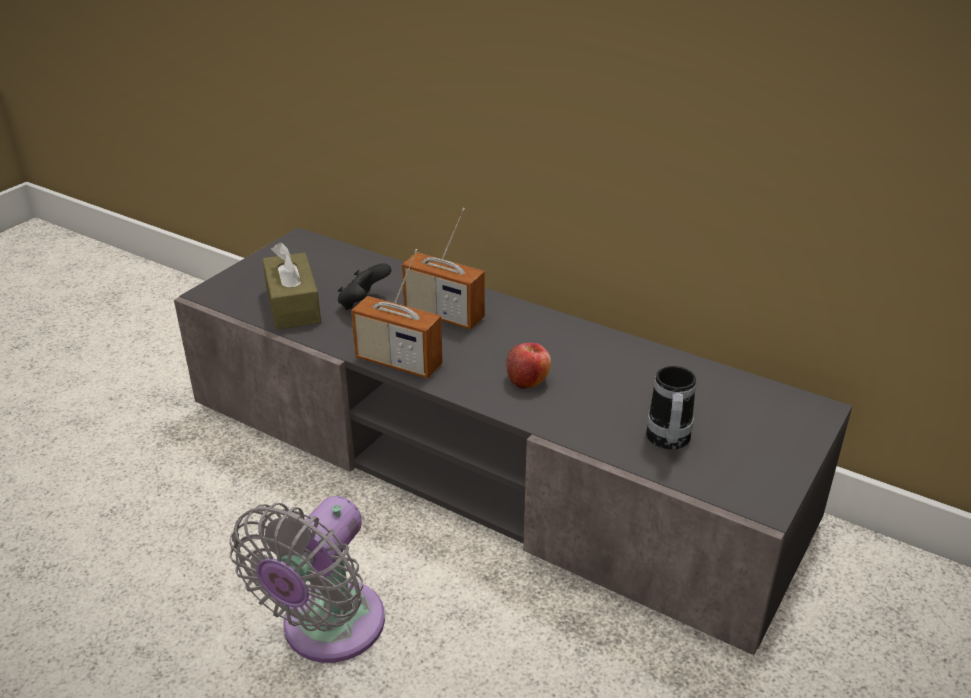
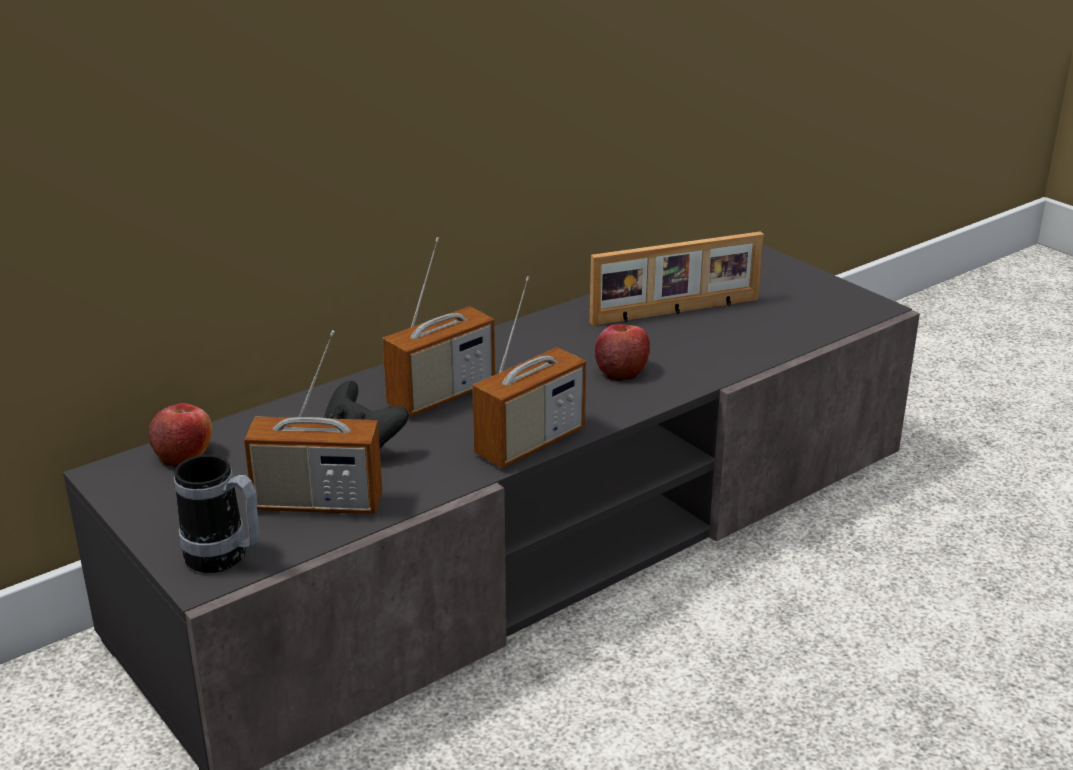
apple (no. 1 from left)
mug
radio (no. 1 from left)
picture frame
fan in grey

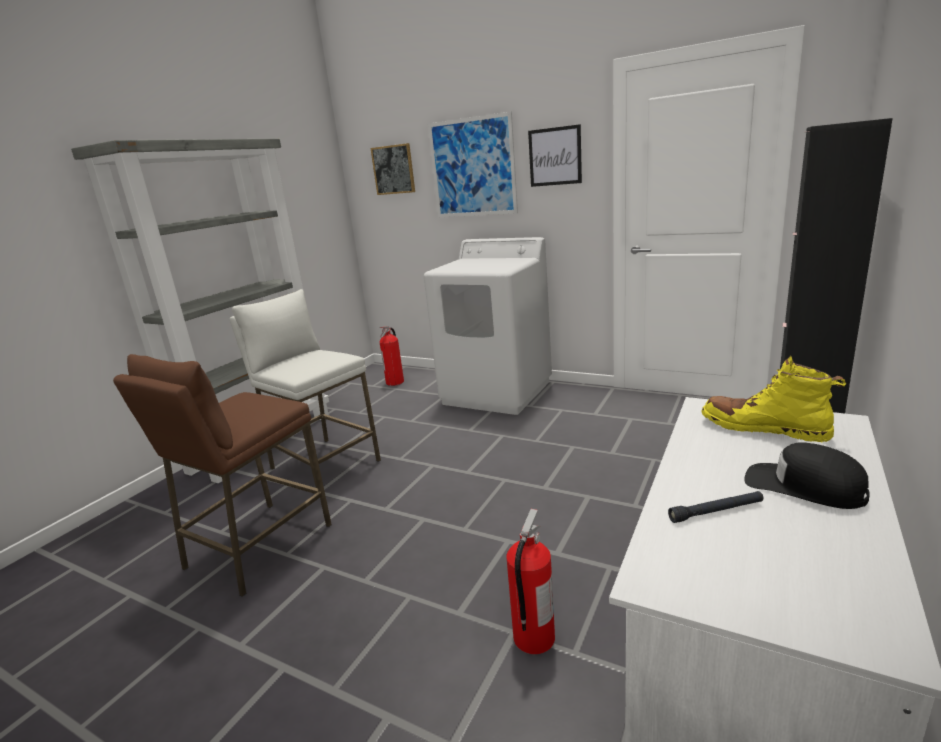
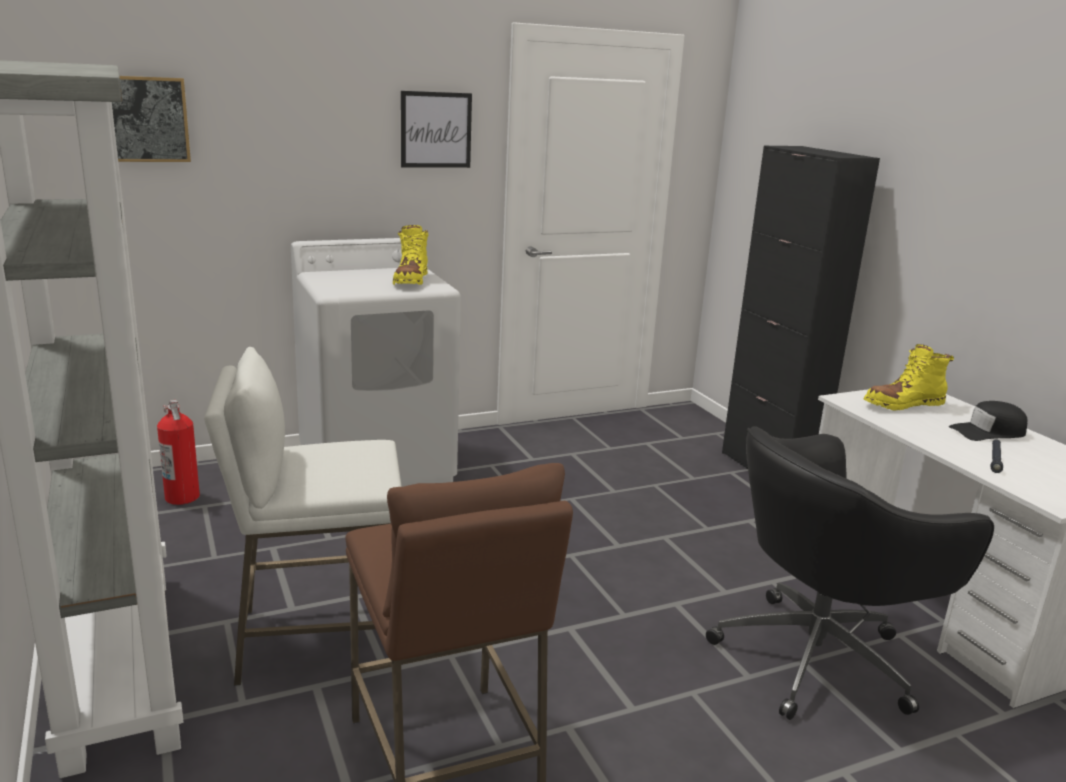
boot in yellow (no. 1 from left)
office chair in black
picture (no. 2 from left in the first image)

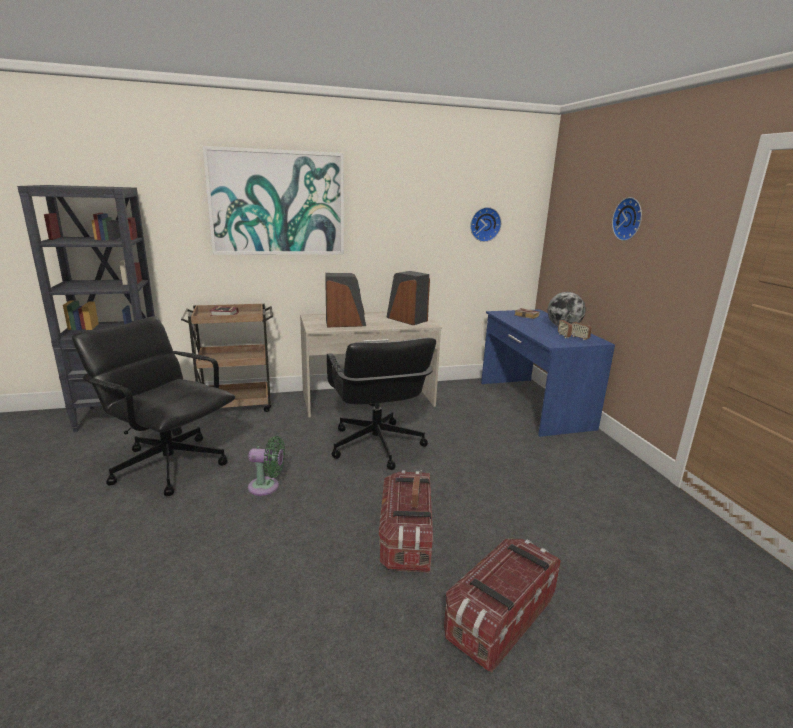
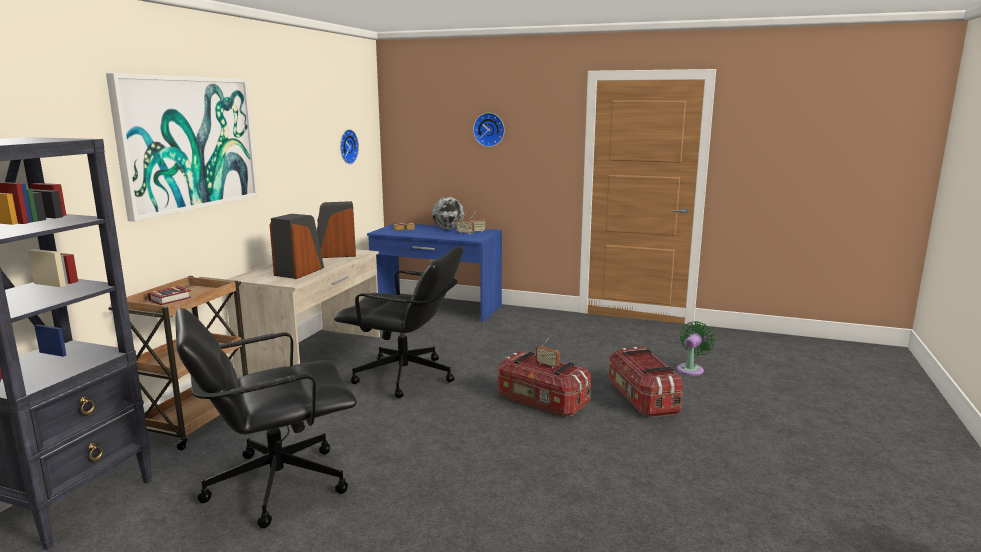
fan in green

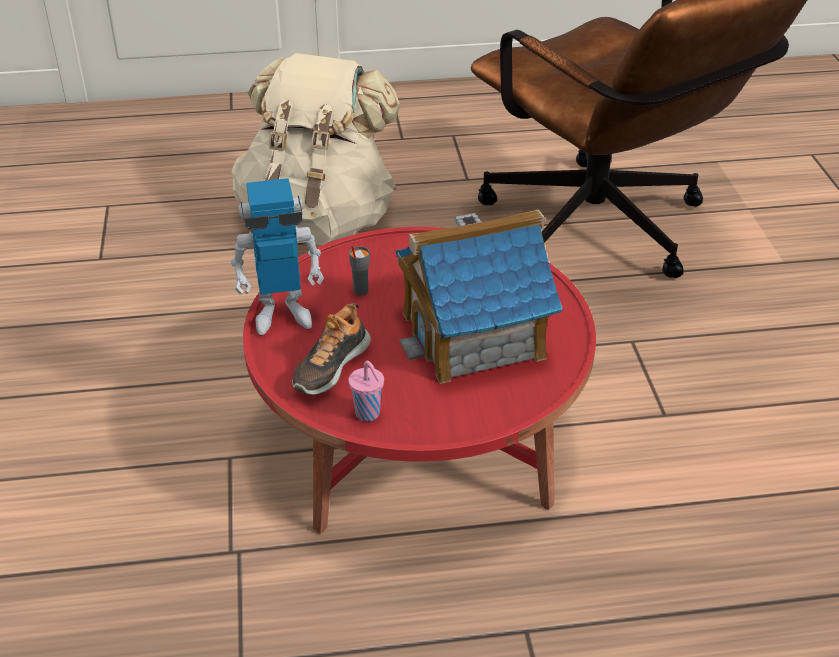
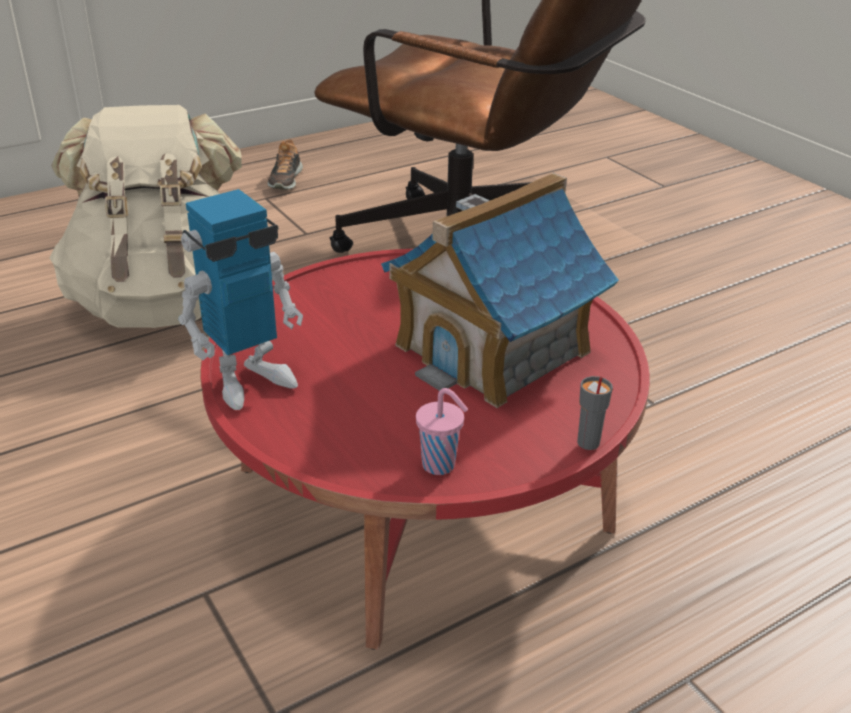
shoe
cup in grey

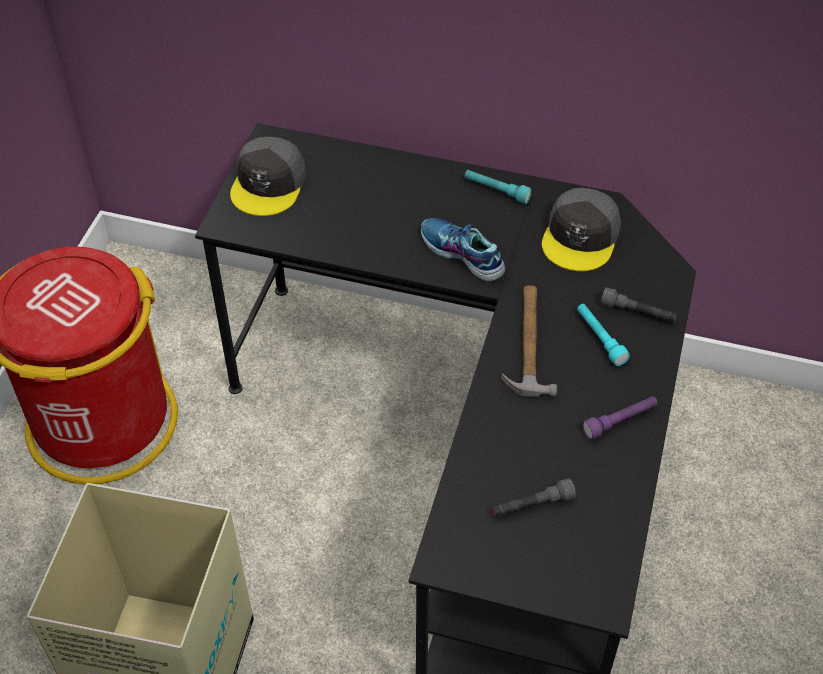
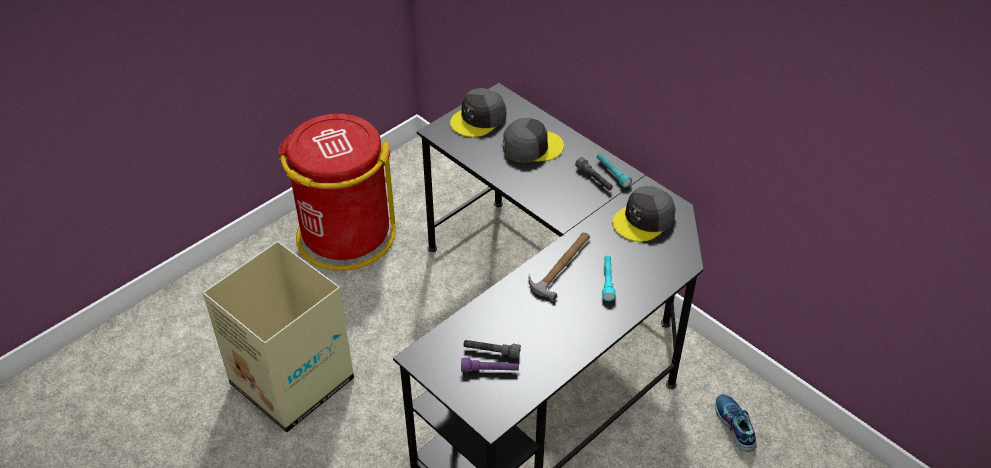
flashlight in purple
cap in grey (no. 2 from left)
flashlight in grey (no. 2 from left)
shoe

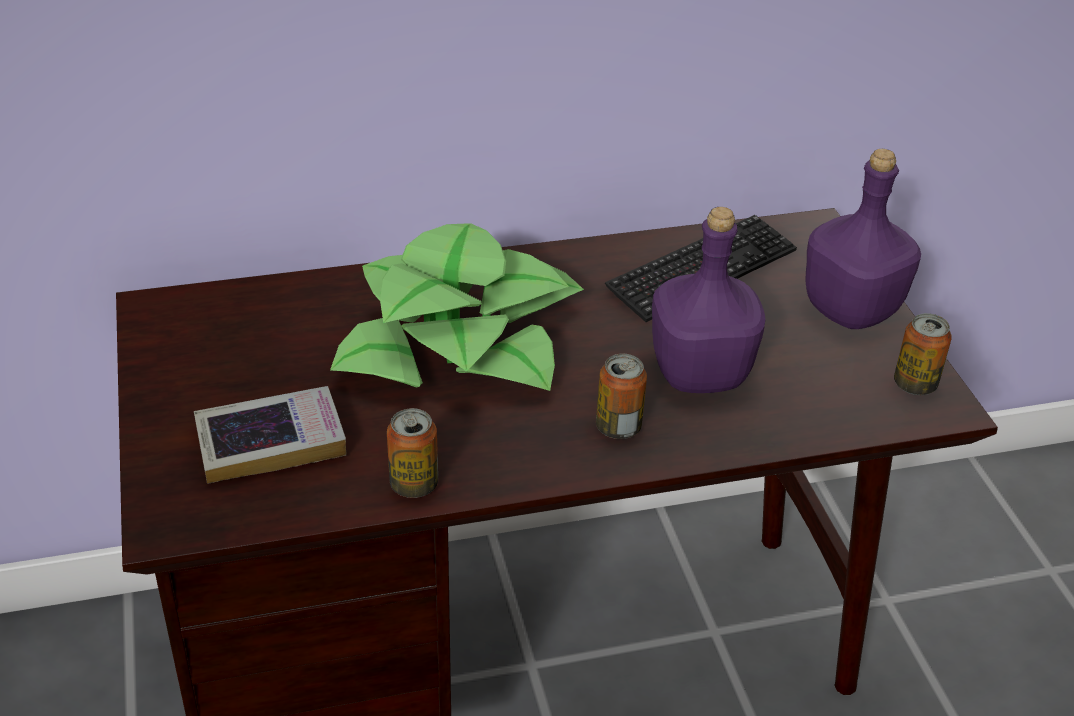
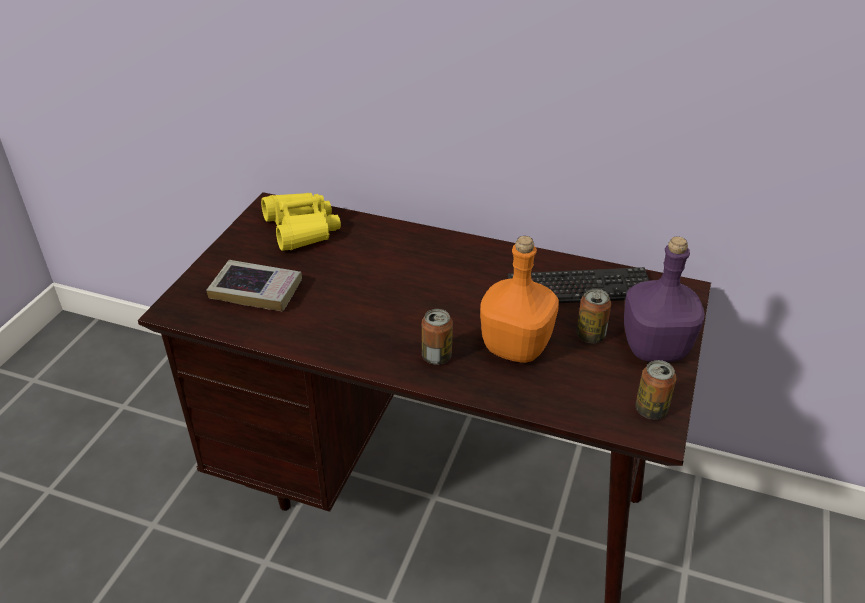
binoculars in yellow
bottle in orange
can (no. 2 from left)
potted plant

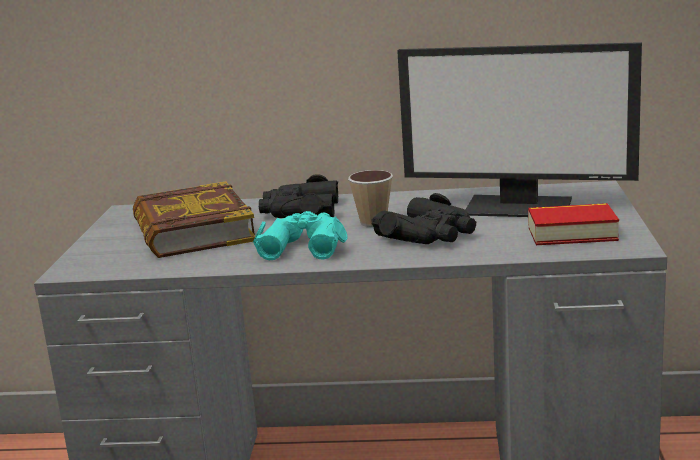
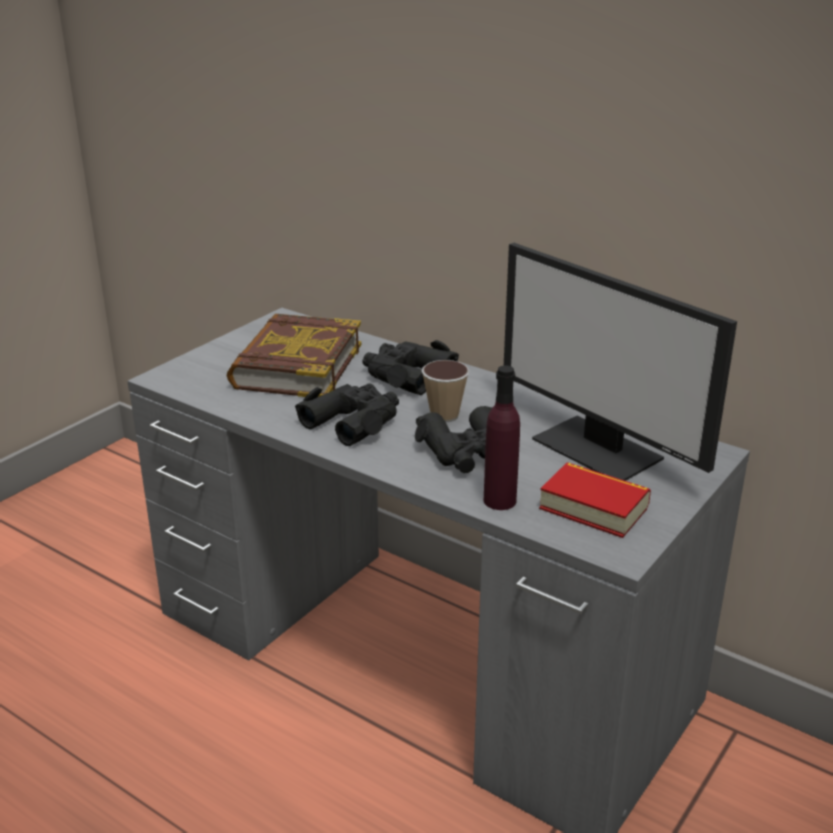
binoculars in black (no. 1 from left)
bottle in purple

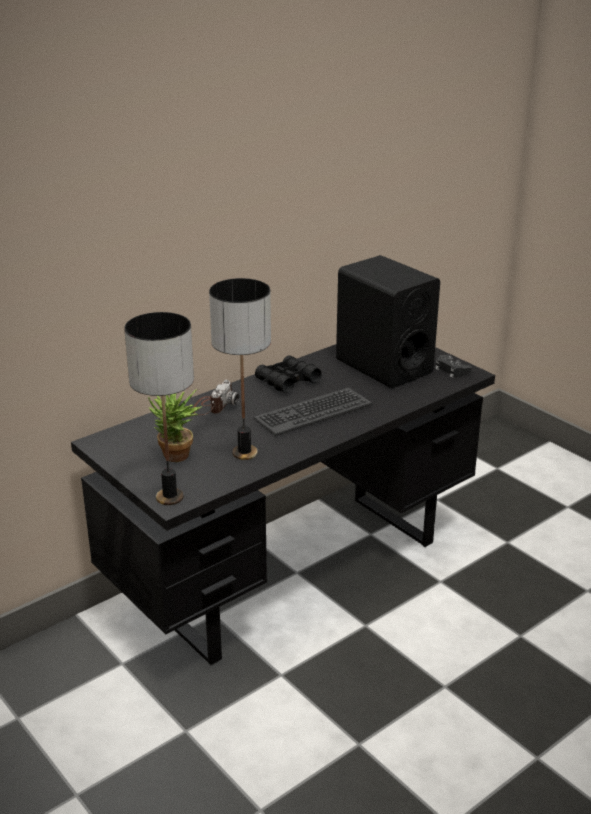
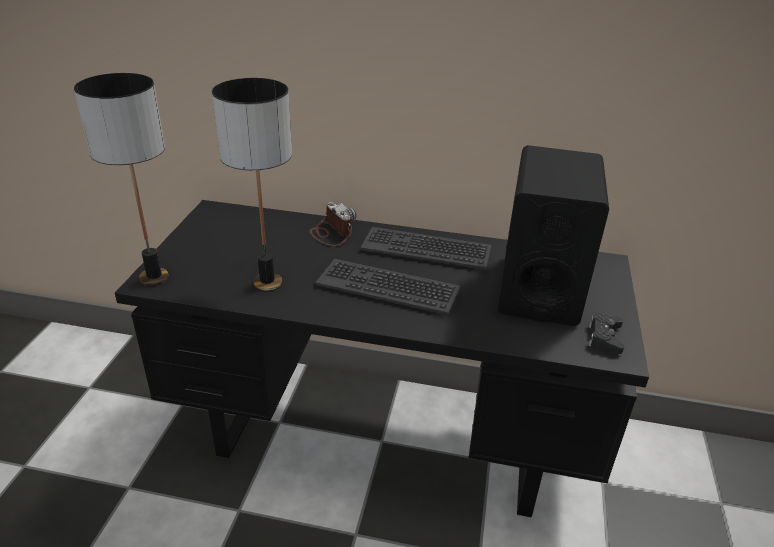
photo camera
keyboard (no. 2 from left)
potted plant

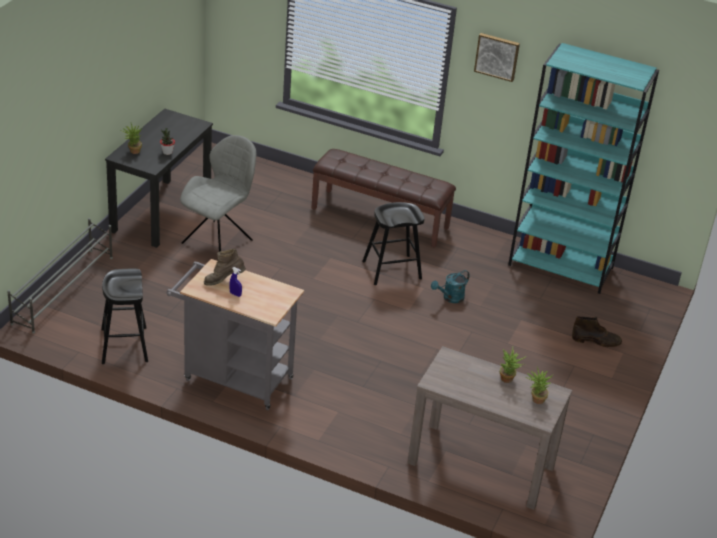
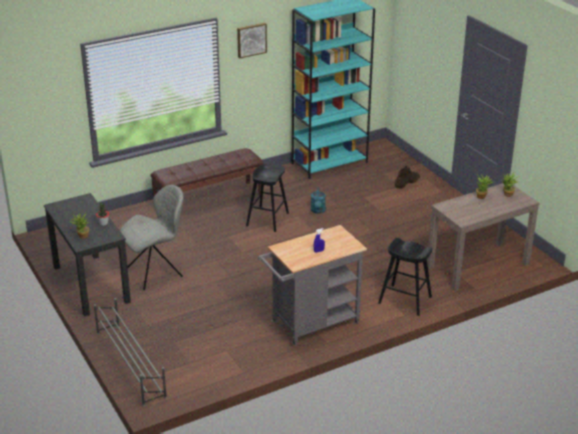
chair in grey
stool in black (no. 2 from left)
boot in brown (no. 1 from left in the first image)

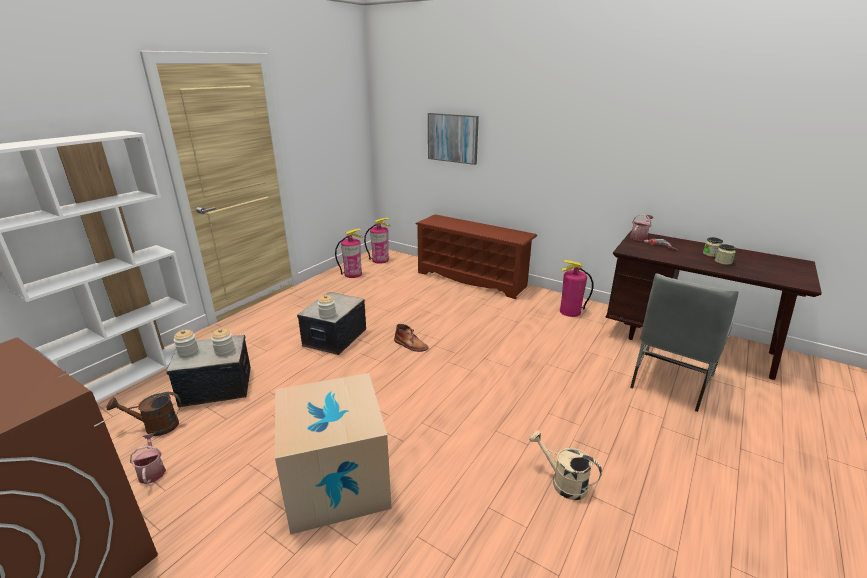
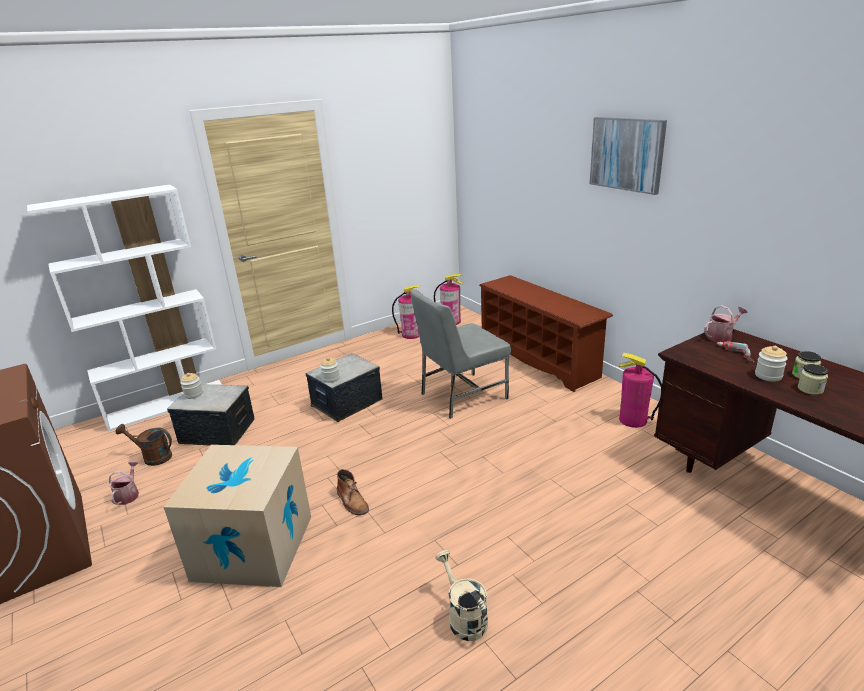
boot in brown
chair in grey
picture
jar (no. 3 from left)

